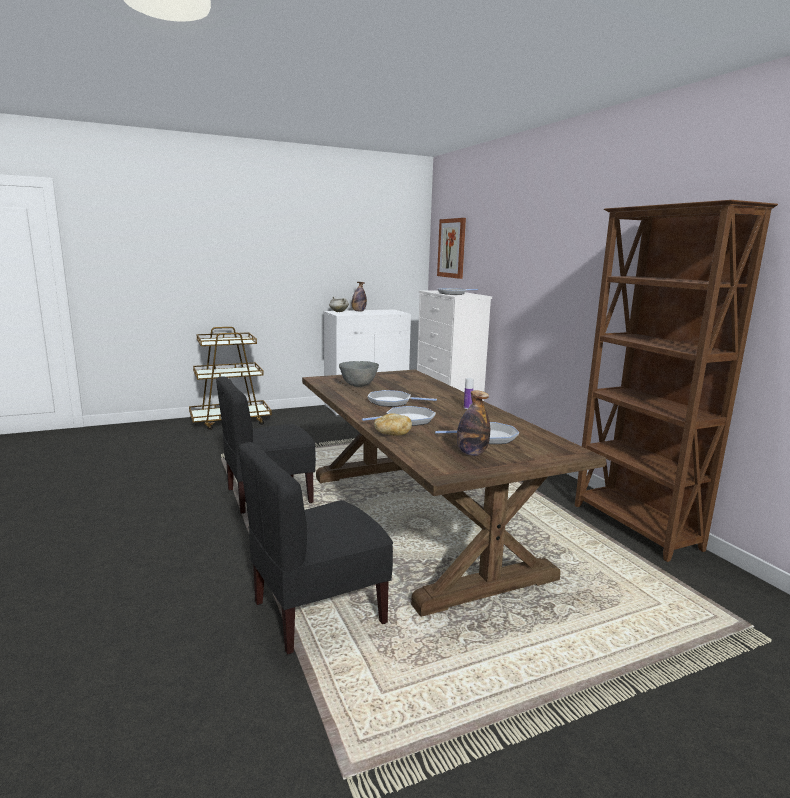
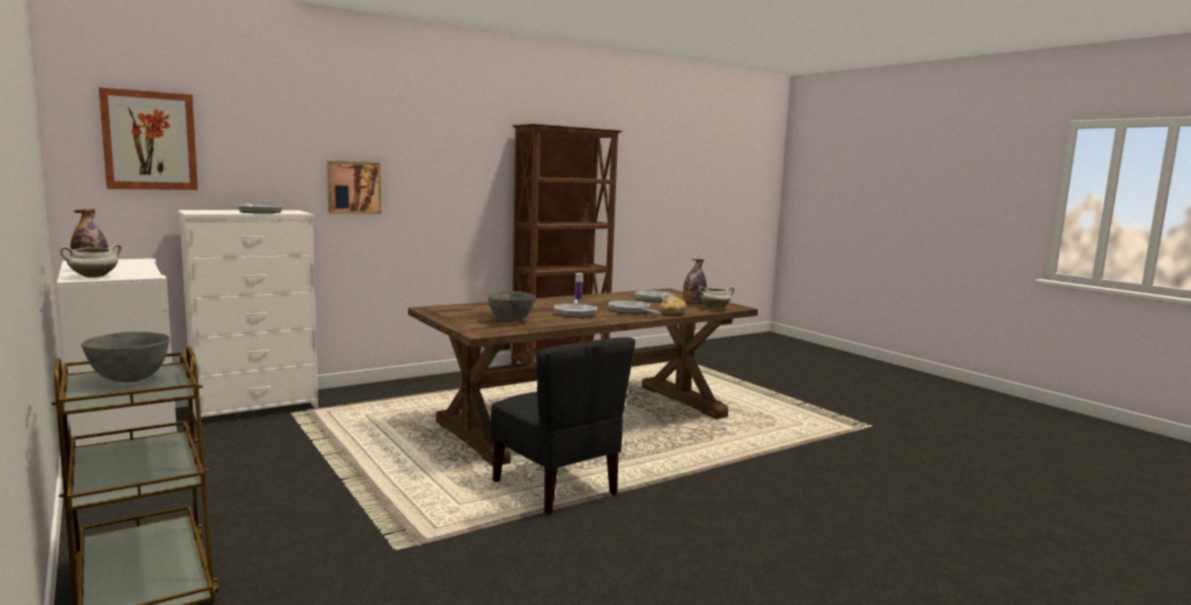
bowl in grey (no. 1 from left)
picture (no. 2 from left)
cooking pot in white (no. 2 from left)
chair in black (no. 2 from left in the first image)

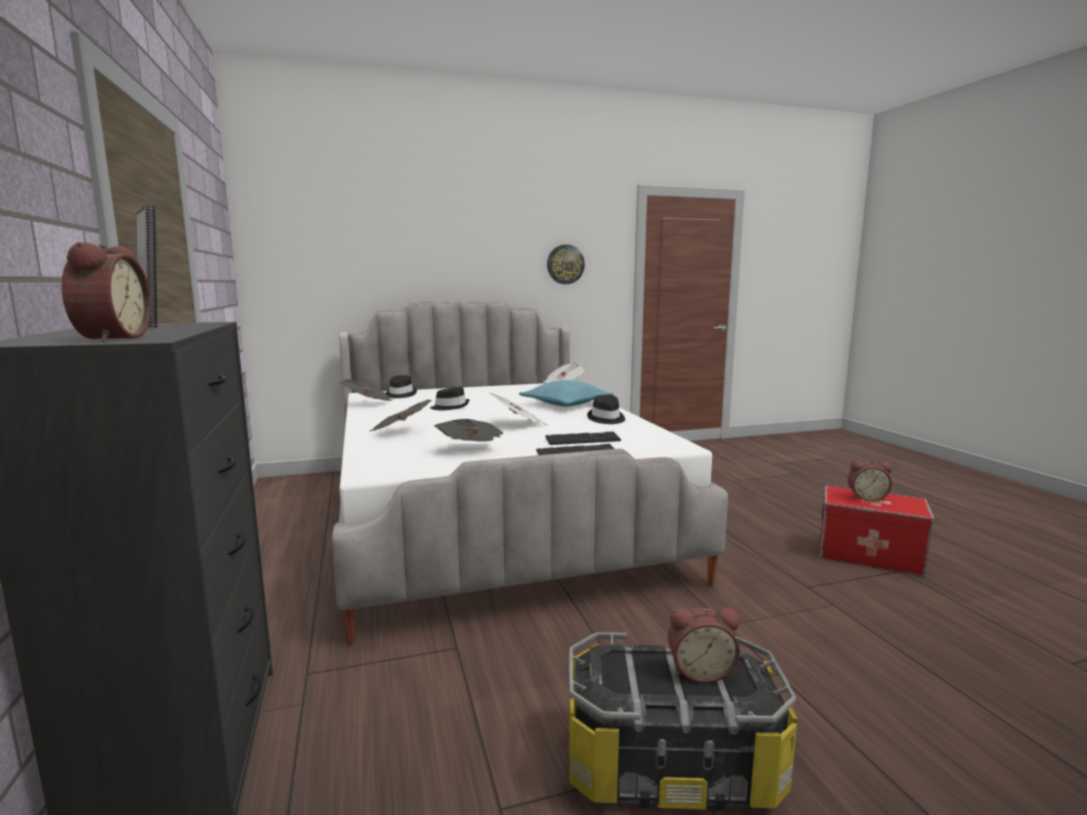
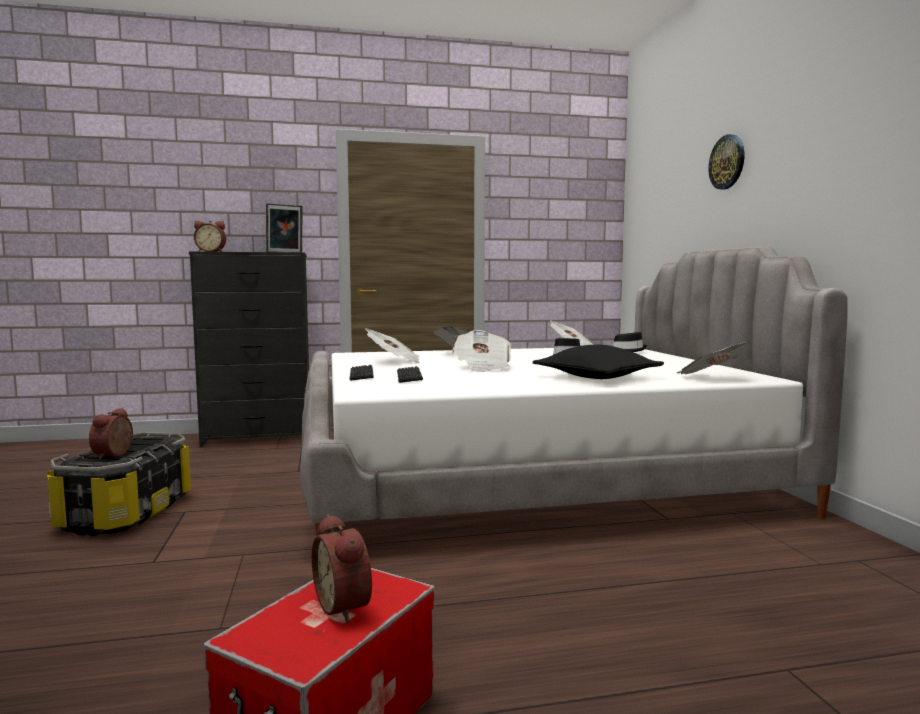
alarm clock (no. 3 from left)
pillow in black
wall clock
hat in black (no. 3 from left in the first image)

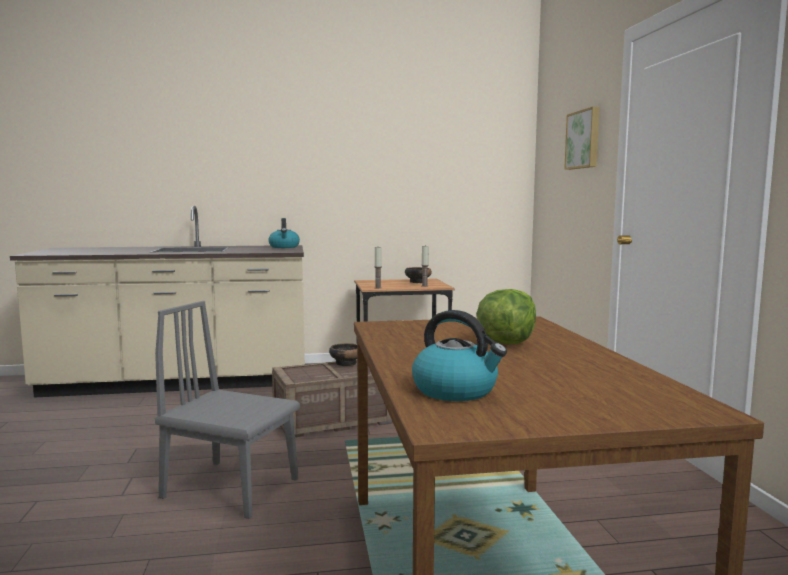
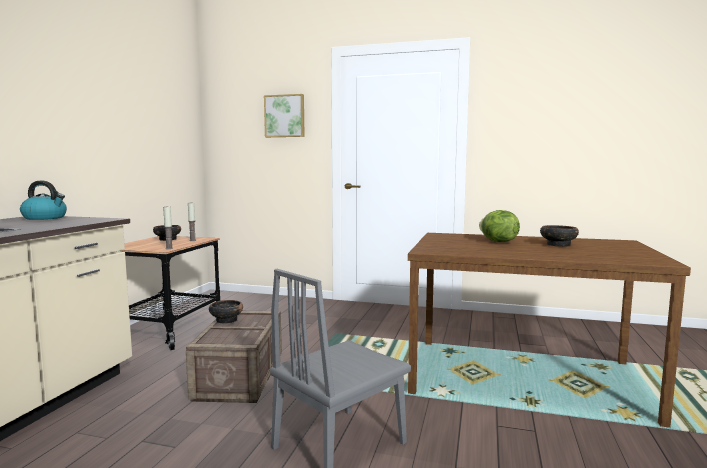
bowl (no. 3 from left)
kettle (no. 2 from left in the first image)

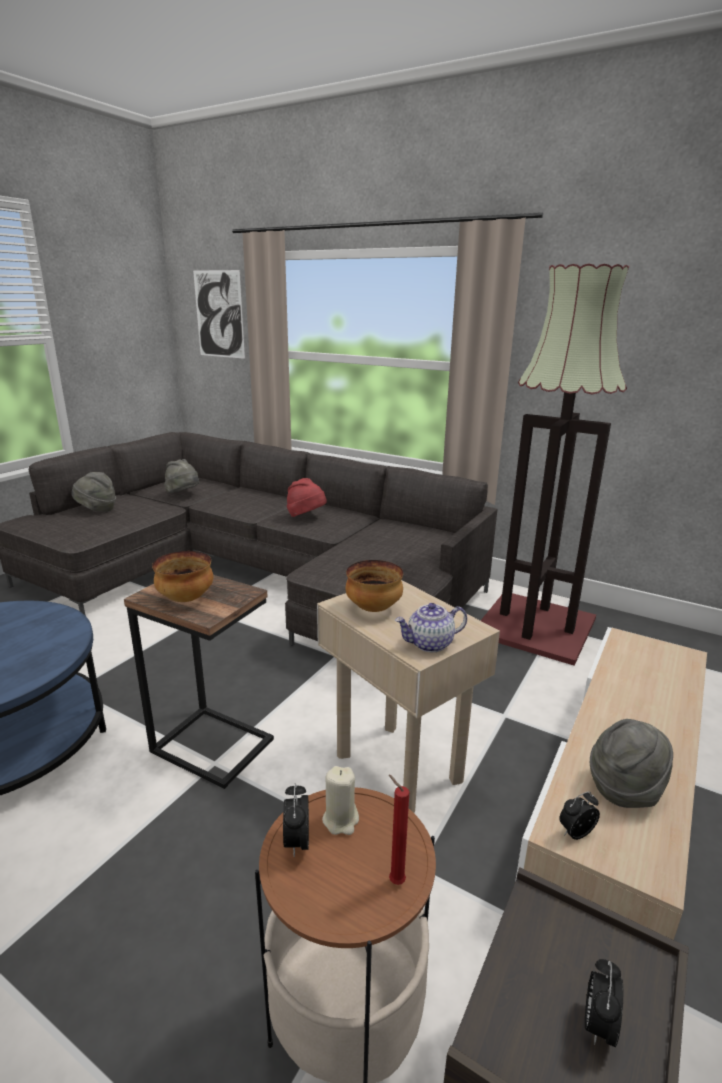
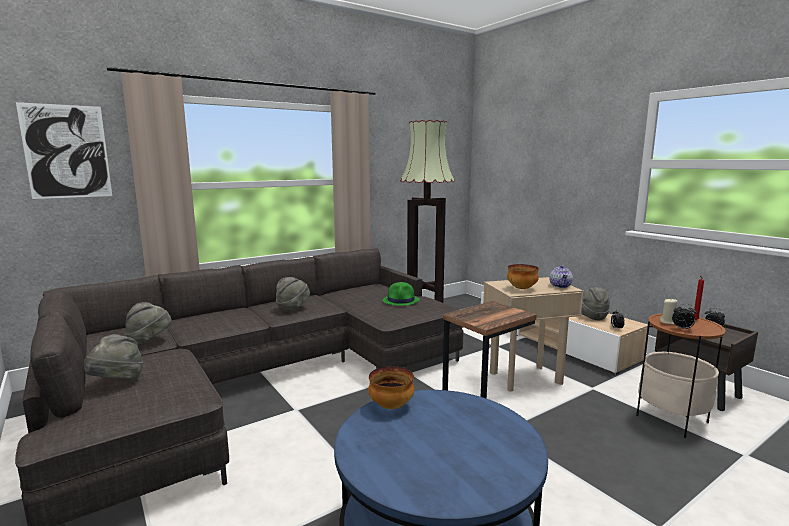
hat in grey (no. 3 from left)
bowl (no. 1 from left)
hat in green

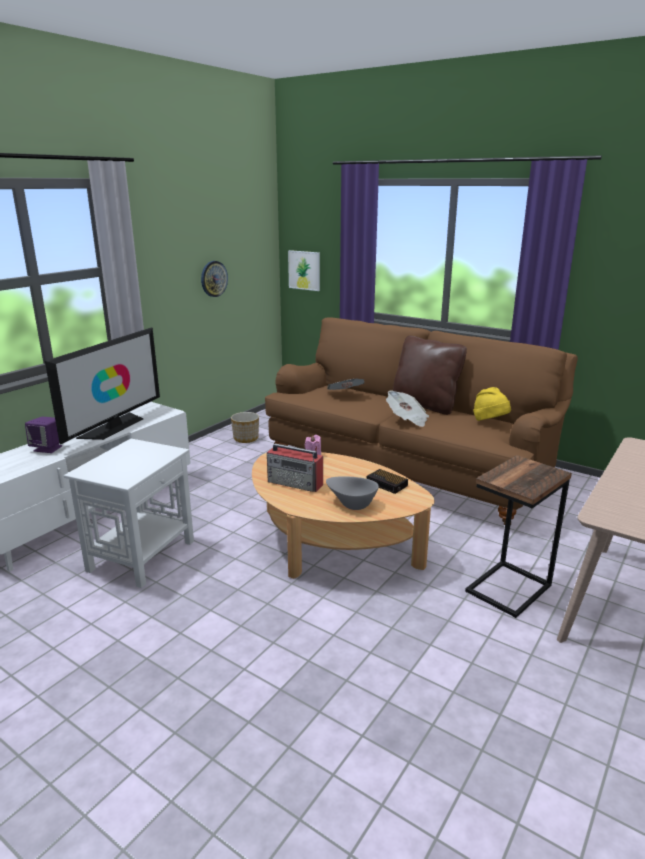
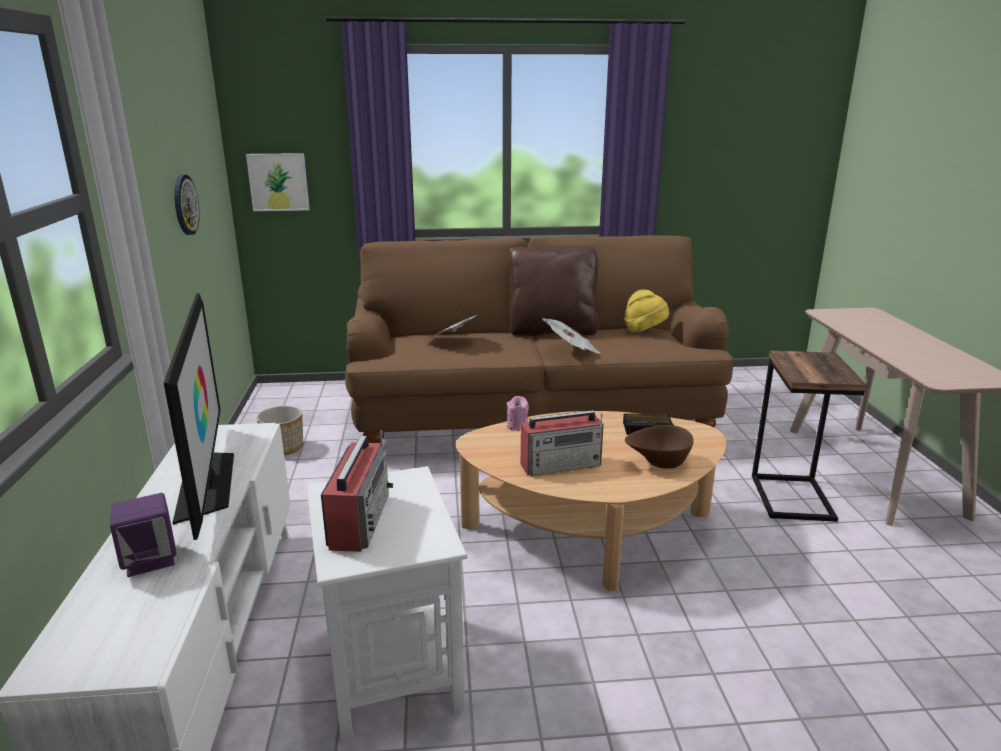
radio (no. 1 from left)
bowl in brown

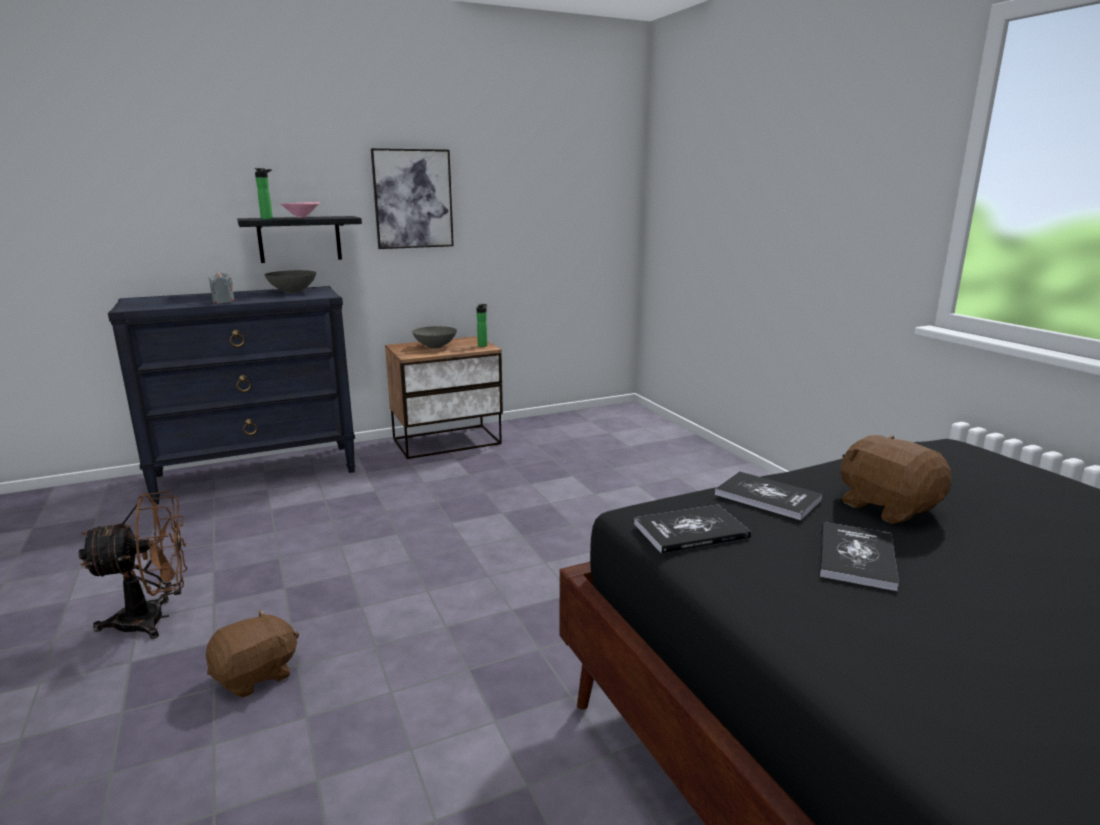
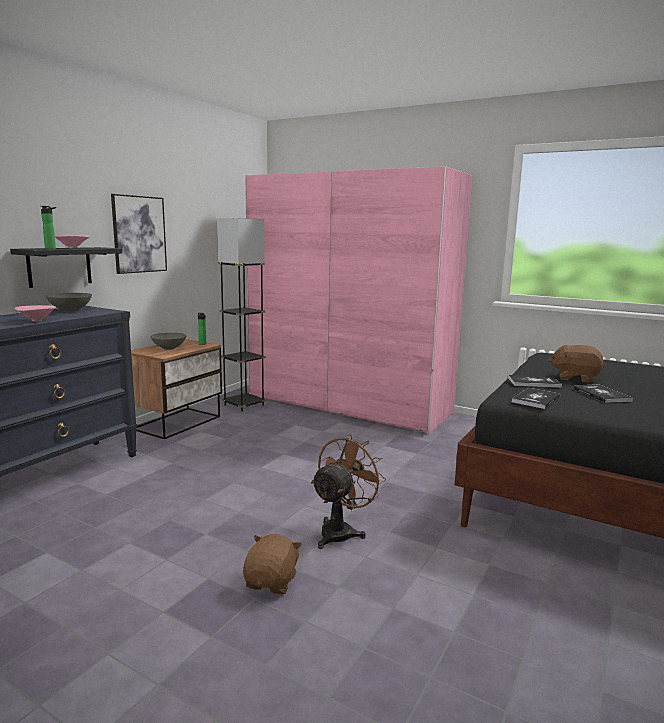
bowl in pink (no. 1 from left)
floor lamp in grey
wardrobe in pink
fan in brown

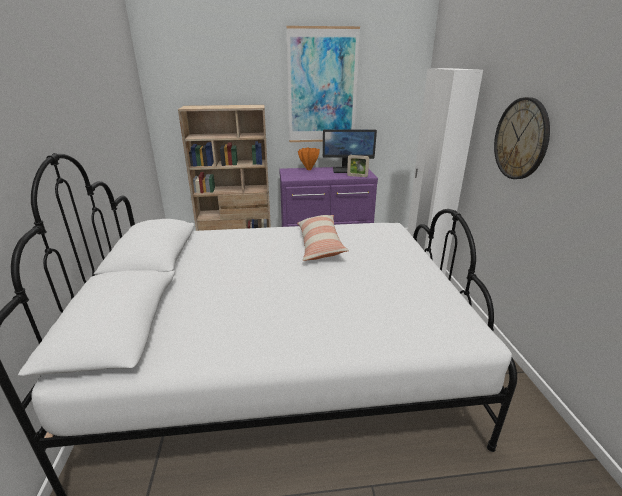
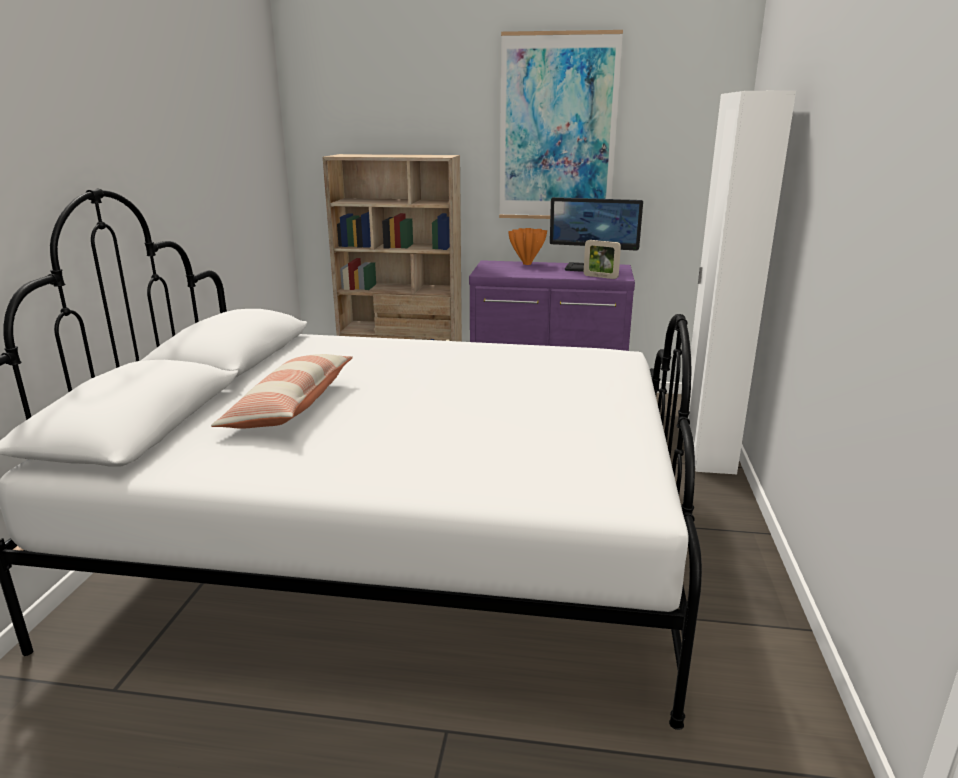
pillow
wall clock

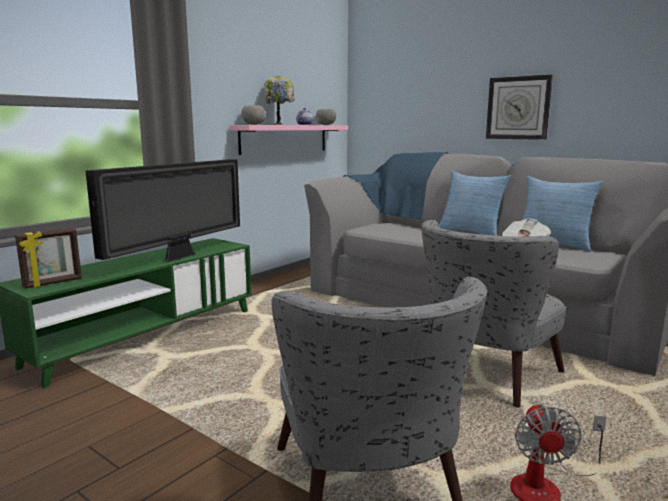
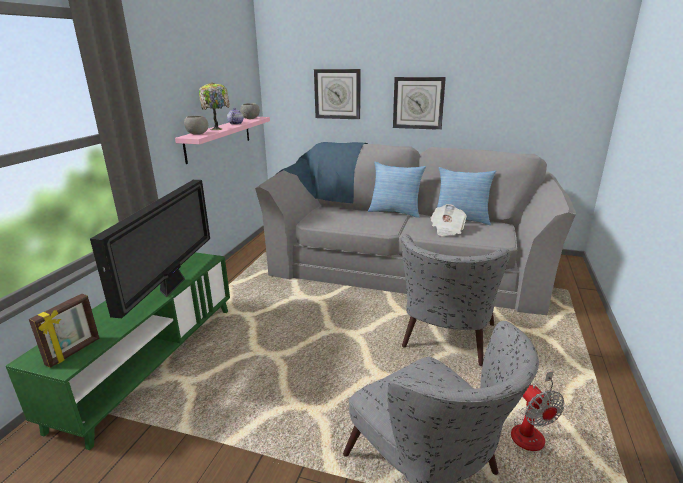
wall clock (no. 1 from left)

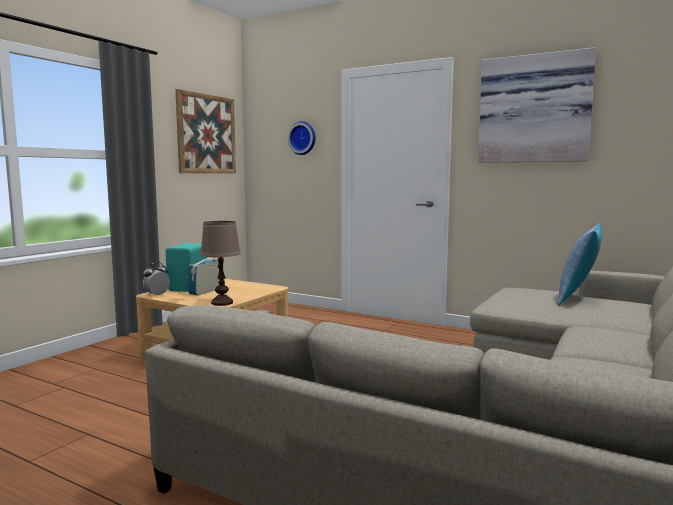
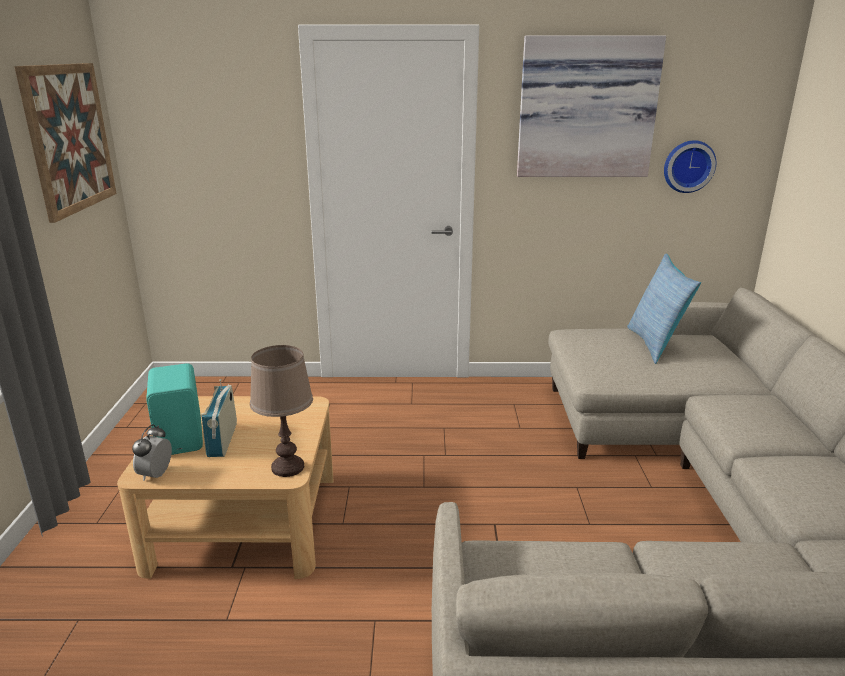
wall clock

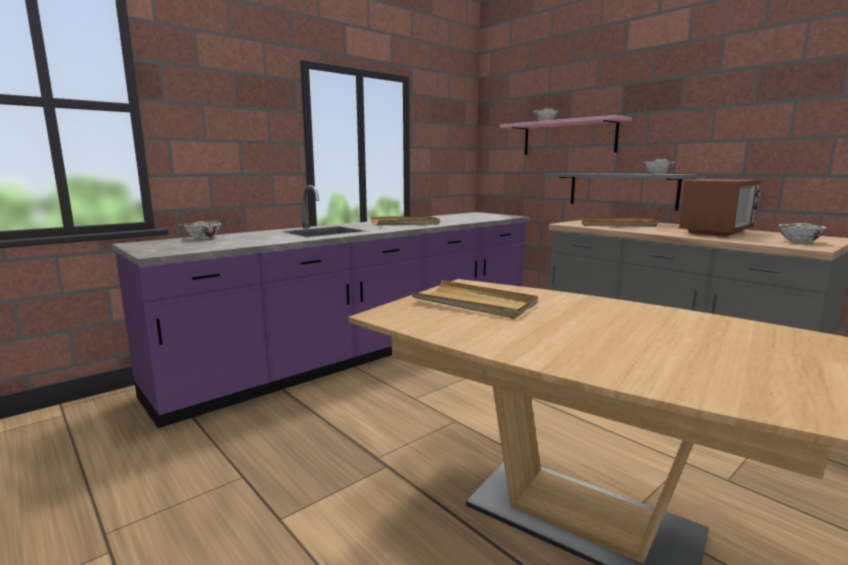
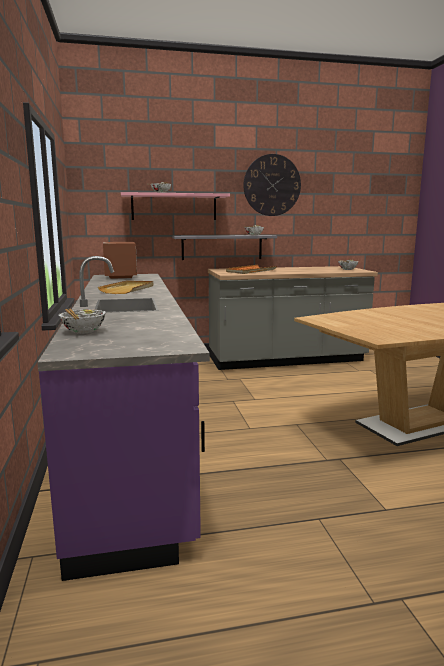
microwave
wall clock
tray in beige (no. 2 from left in the first image)

